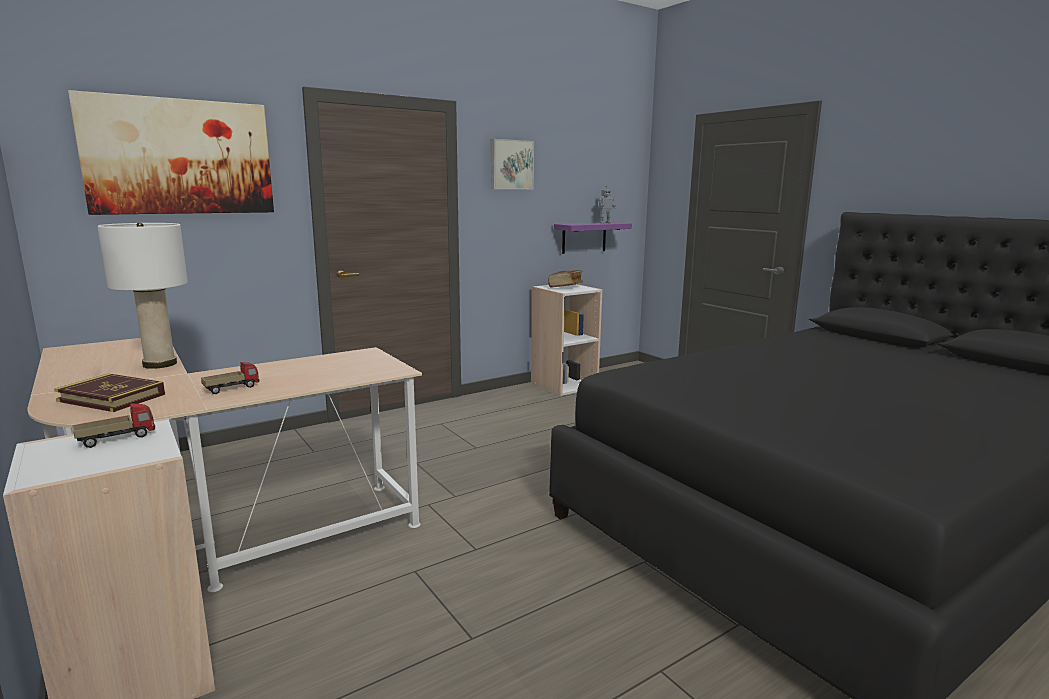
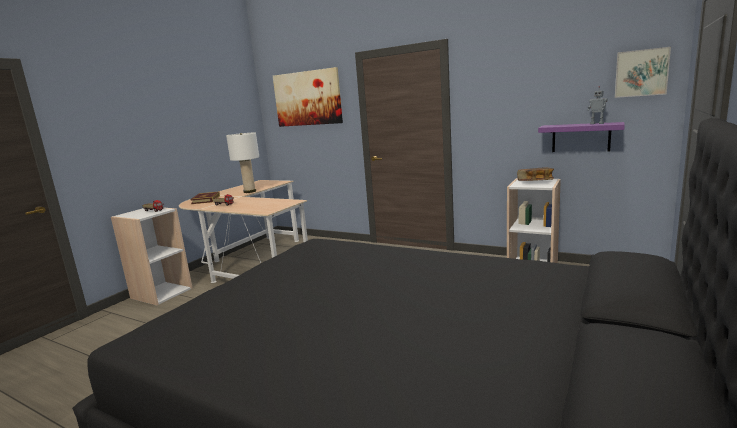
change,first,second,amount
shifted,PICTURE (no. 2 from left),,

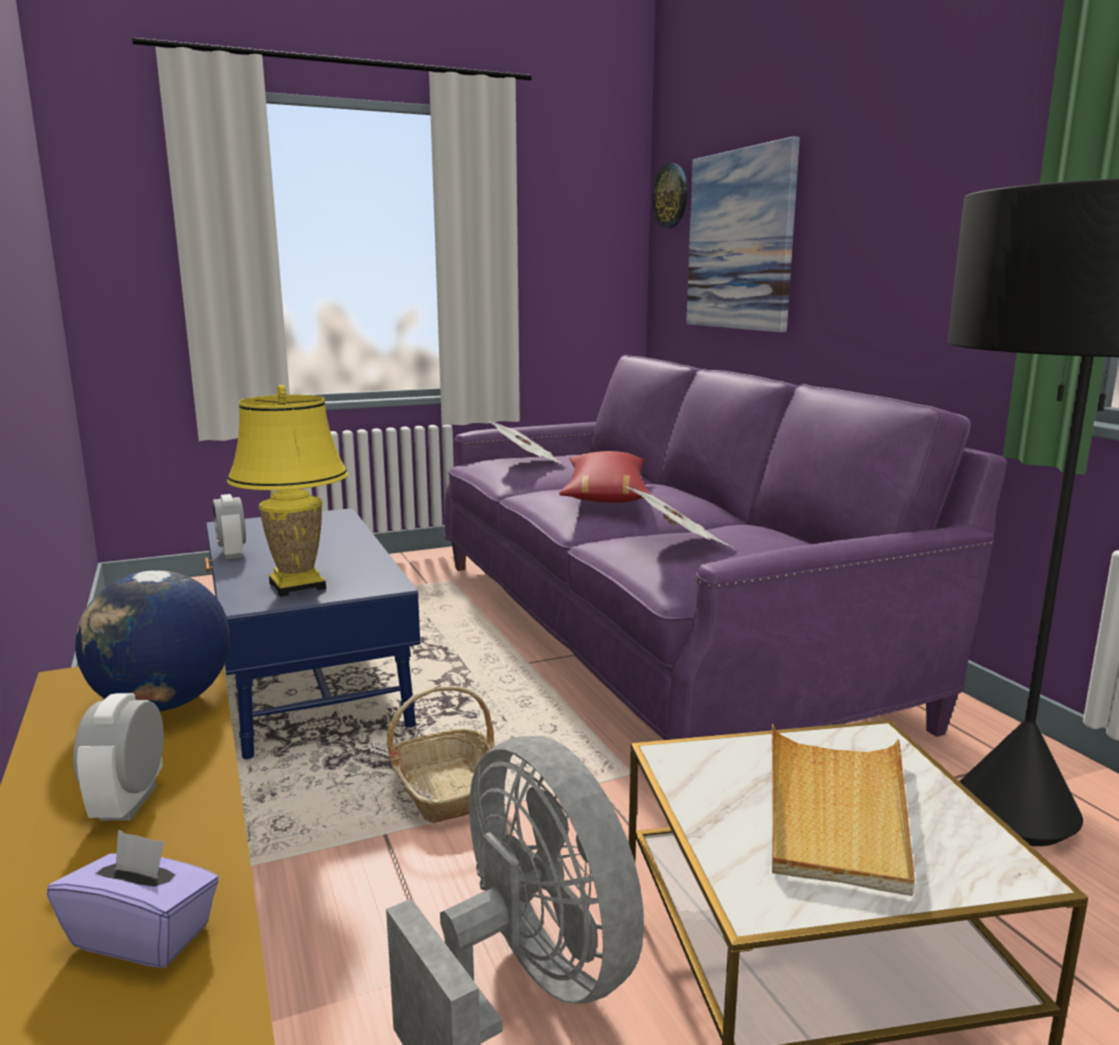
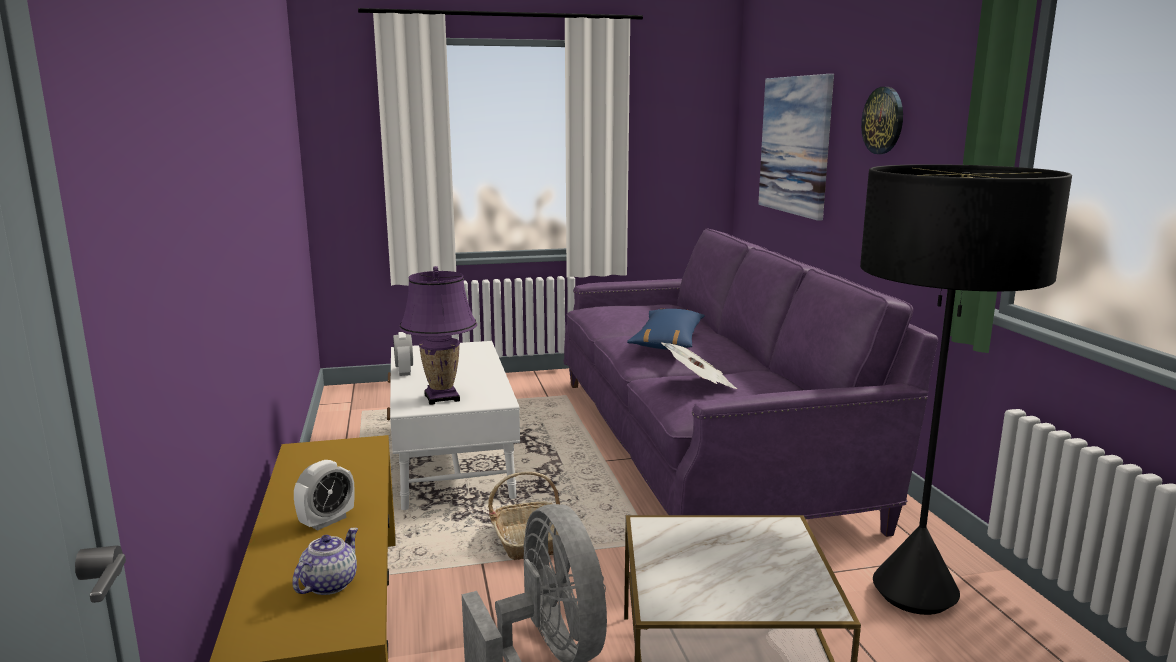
change,first,second,amount
swapped,PURPLE TISSUE BOX,TEAPOT,
rotated,ALARM CLOCK (no. 1 from left),,150 degrees counterclockwise
repainted,BLUE COFFEE TABLE,WHITE COFFEE TABLE,
repainted,YELLOW TABLE LAMP,PURPLE TABLE LAMP,
repainted,RED PILLOW,BLUE PILLOW,
shifted,WALL CLOCK,,
gone,GLOBE,,
gone,NEWSPAPER (no. 1 from left),,
gone,BEIGE TRAY,,

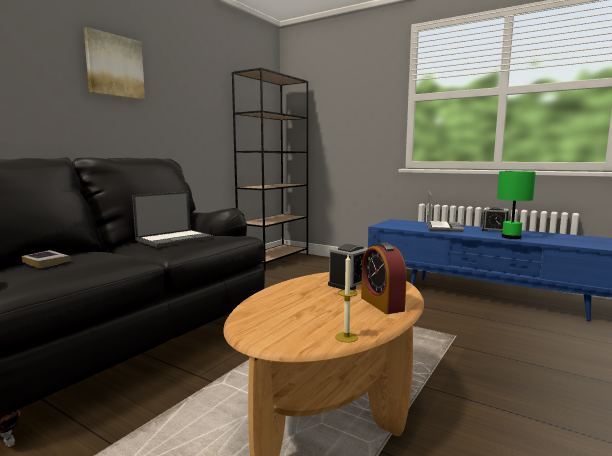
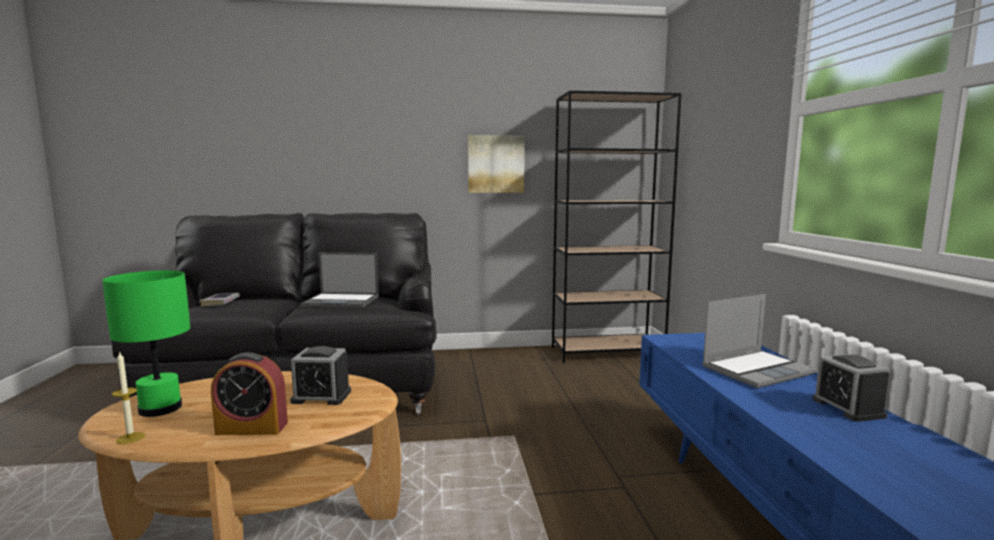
change,first,second,amount
shifted,GREEN TABLE LAMP,,
rotated,ALARM CLOCK (no. 2 from left in the first image),ALARM CLOCK (no. 1 from left),120 degrees counterclockwise
shifted,PICTURE,,

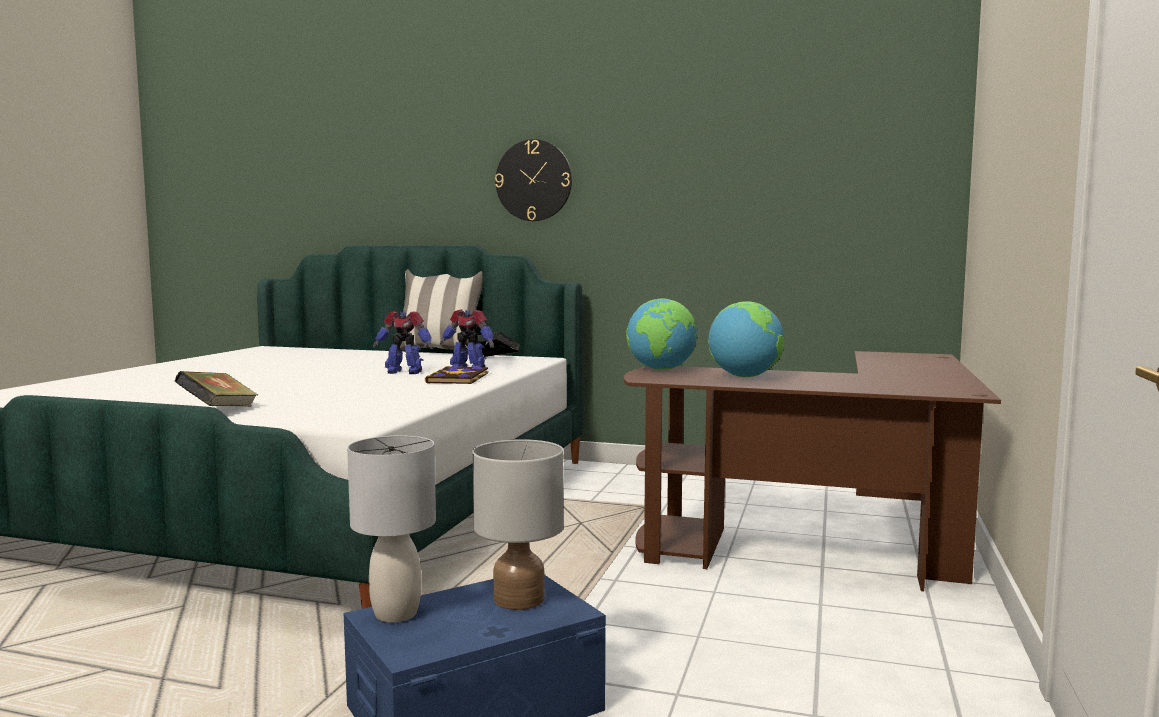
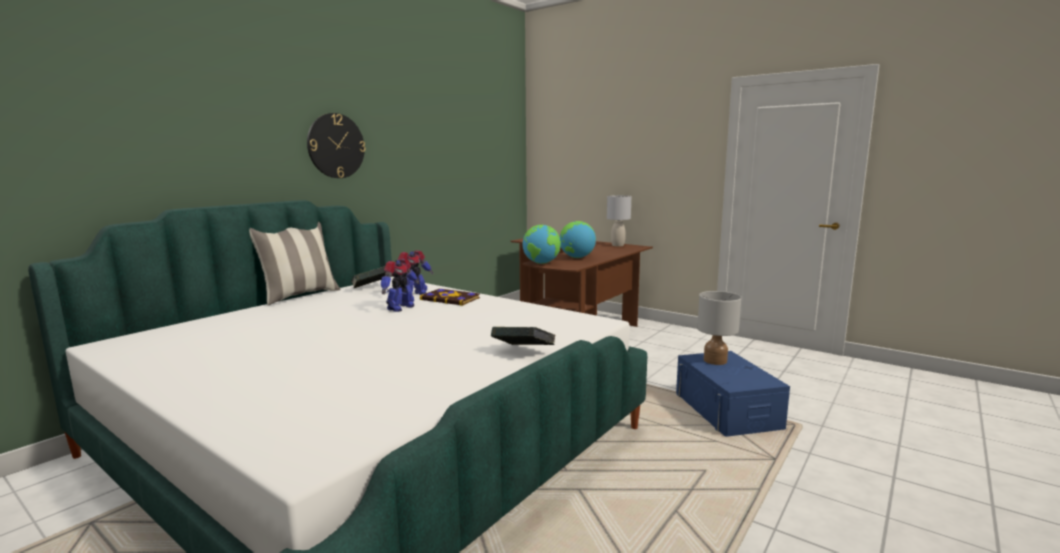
change,first,second,amount
shifted,GREY TABLE LAMP (no. 1 from left),,

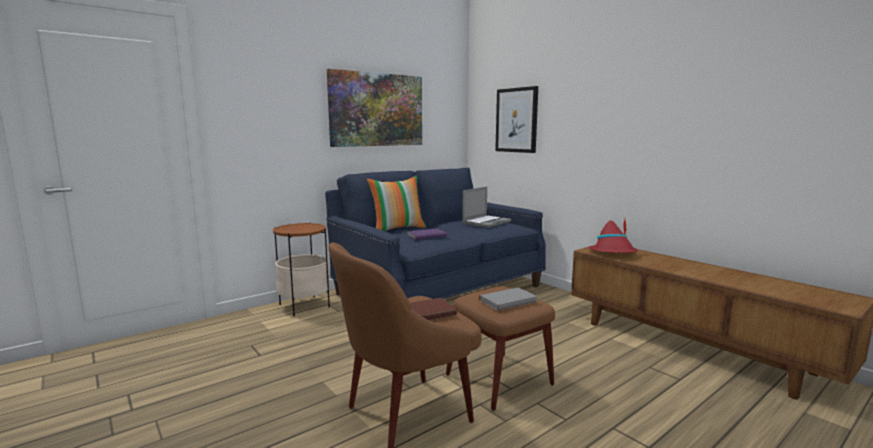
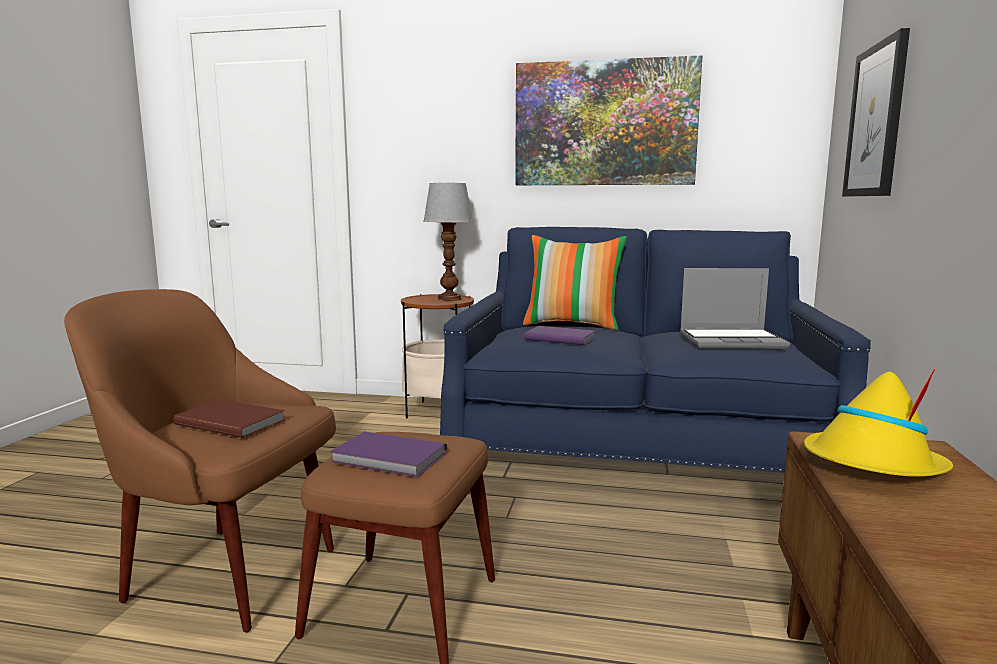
change,first,second,amount
repainted,GREY BOOK,PURPLE BOOK (no. 1 from left),
new,,TABLE LAMP,
repainted,RED HAT,YELLOW HAT,

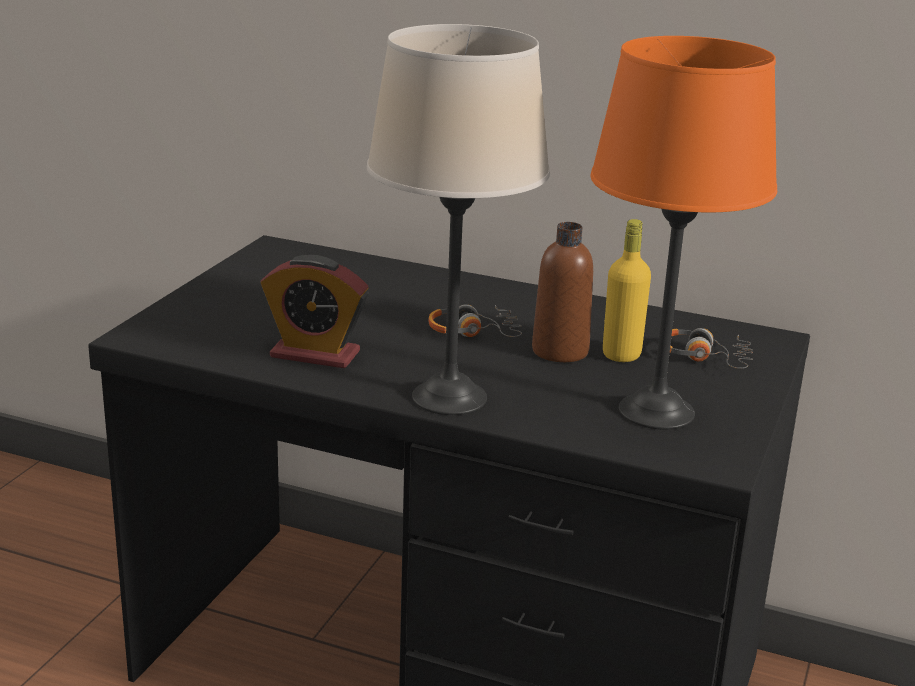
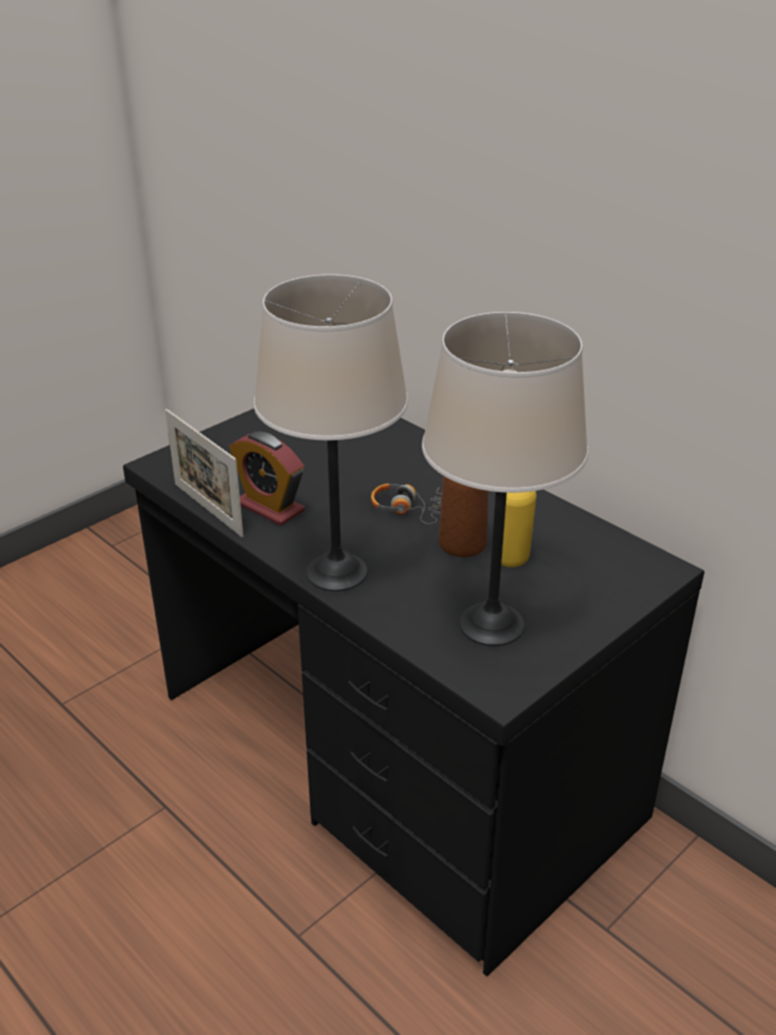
change,first,second,amount
new,,PICTURE FRAME,
repainted,ORANGE TABLE LAMP,BEIGE TABLE LAMP (no. 2 from left),
gone,HEADPHONES (no. 2 from left),,

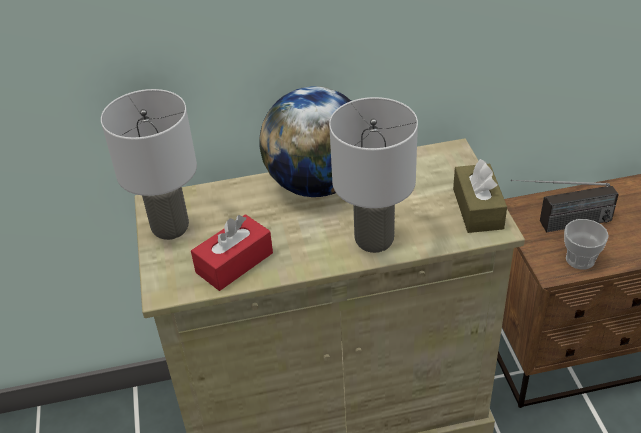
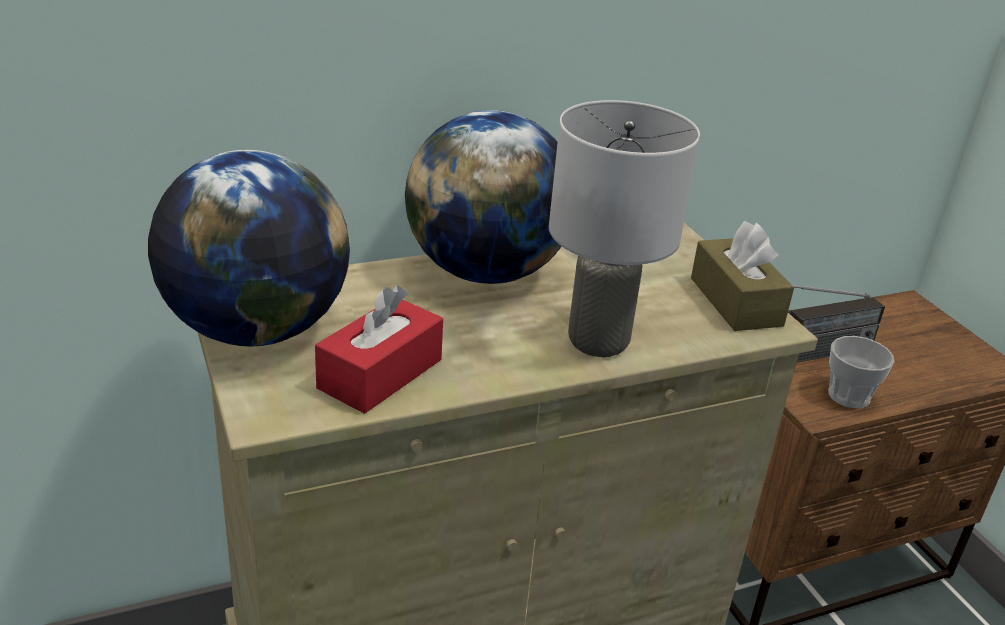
change,first,second,amount
swapped,WHITE TABLE LAMP (no. 1 from left),GLOBE (no. 1 from left),

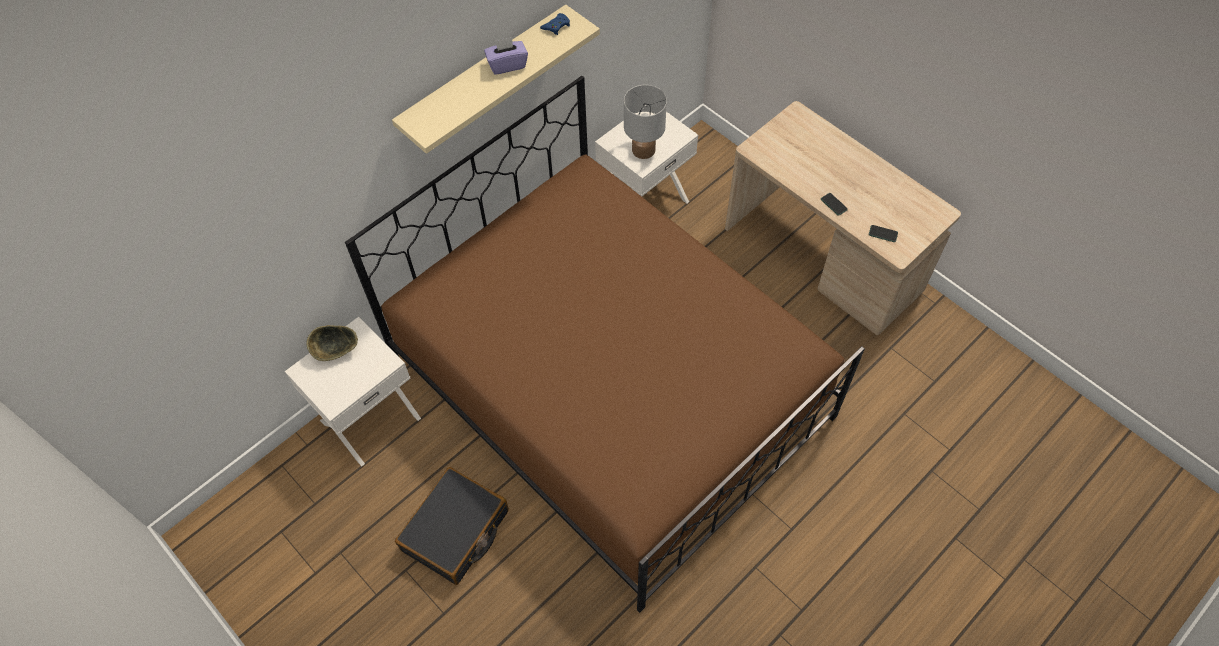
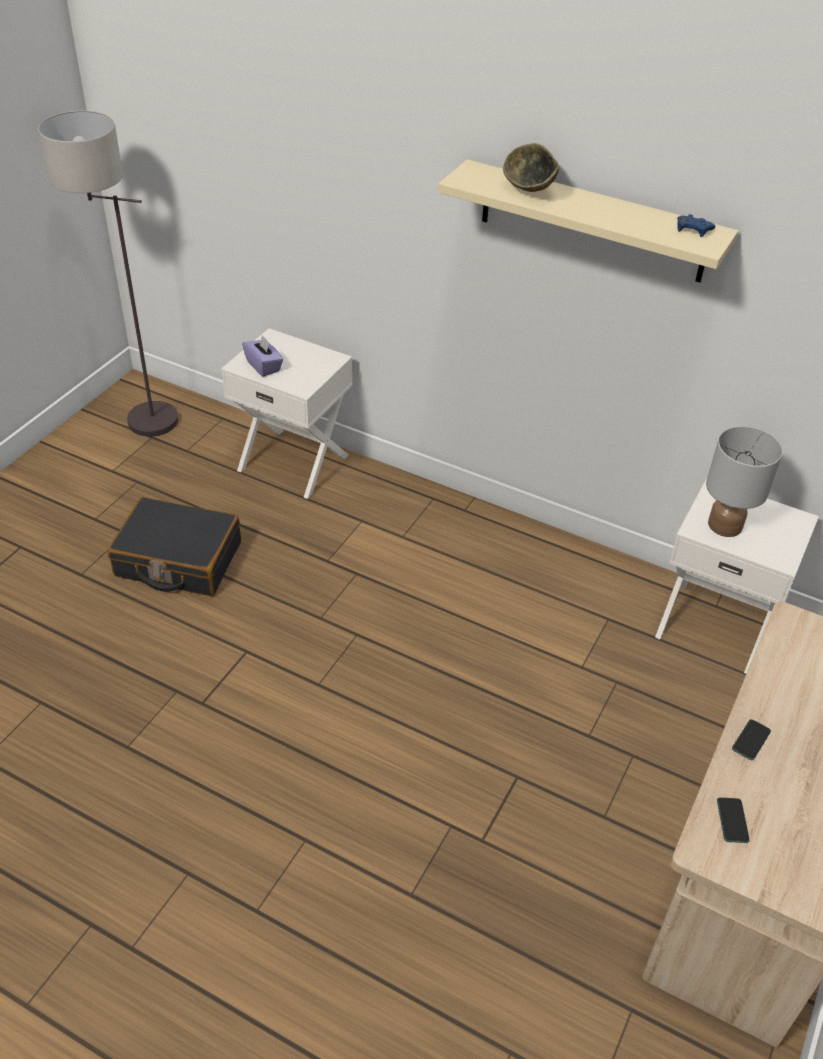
change,first,second,amount
new,,GREY FLOOR LAMP,
shifted,PURPLE TISSUE BOX,,
shifted,BOWL,,
gone,BROWN BED,,

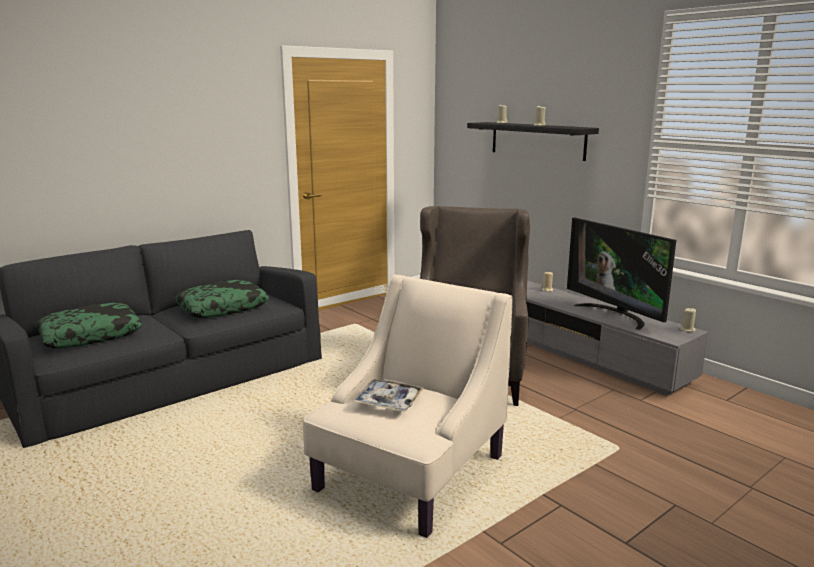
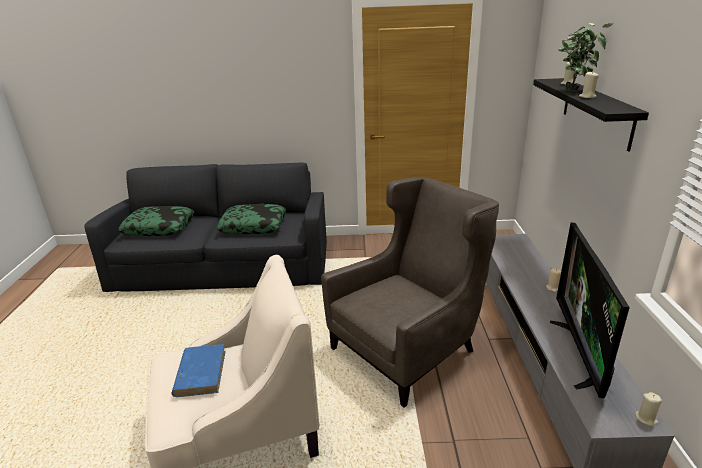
change,first,second,amount
swapped,TRAY,BLUE BOOK,
new,,POTTED PLANT,

